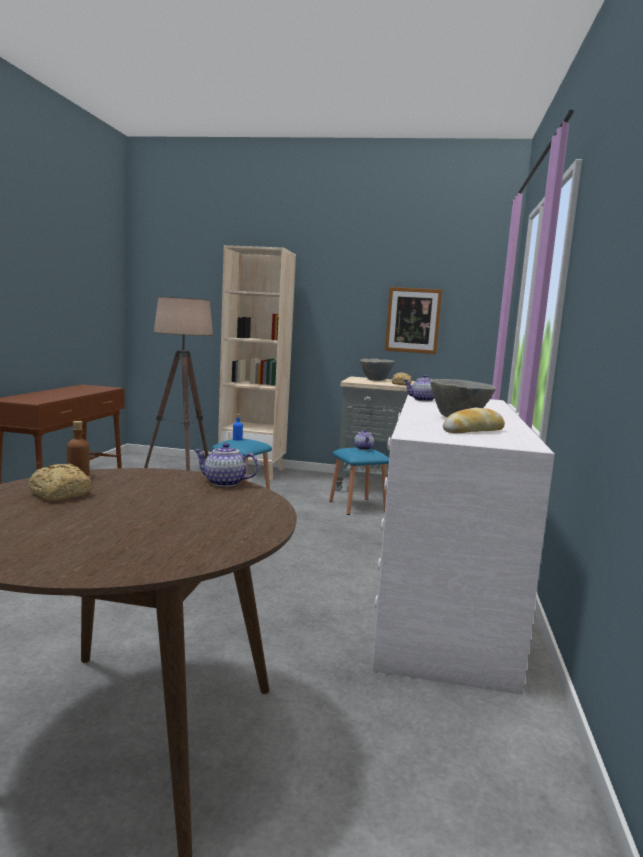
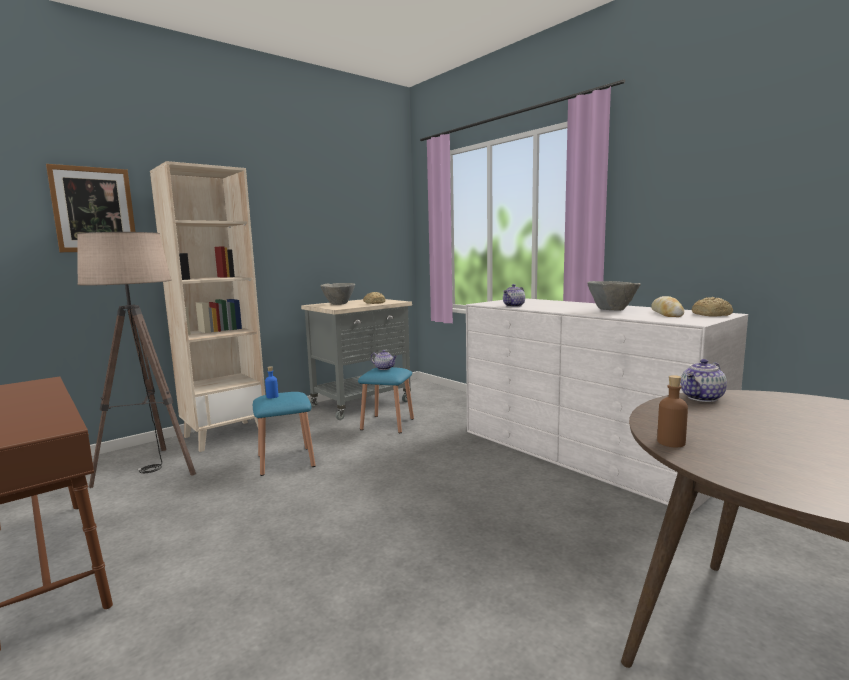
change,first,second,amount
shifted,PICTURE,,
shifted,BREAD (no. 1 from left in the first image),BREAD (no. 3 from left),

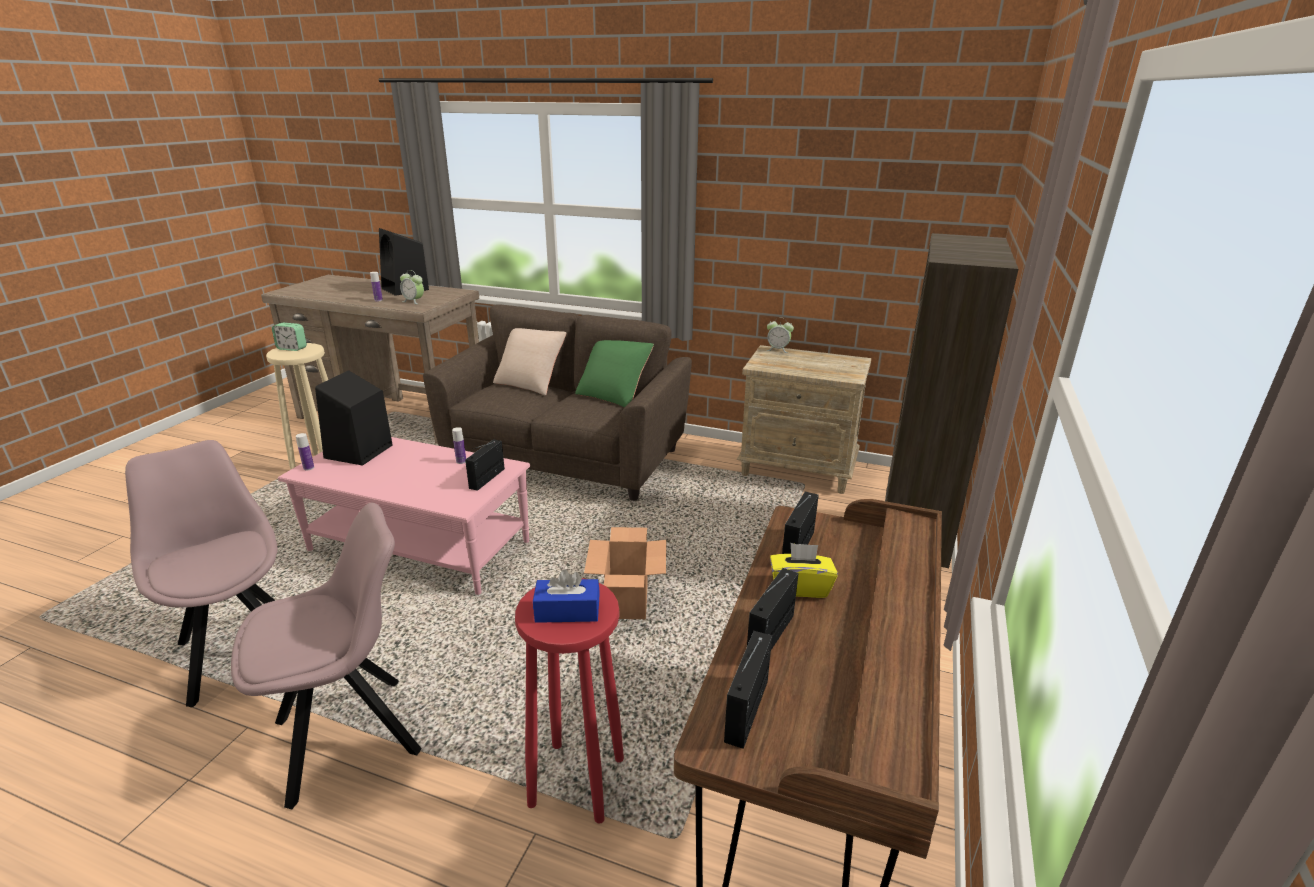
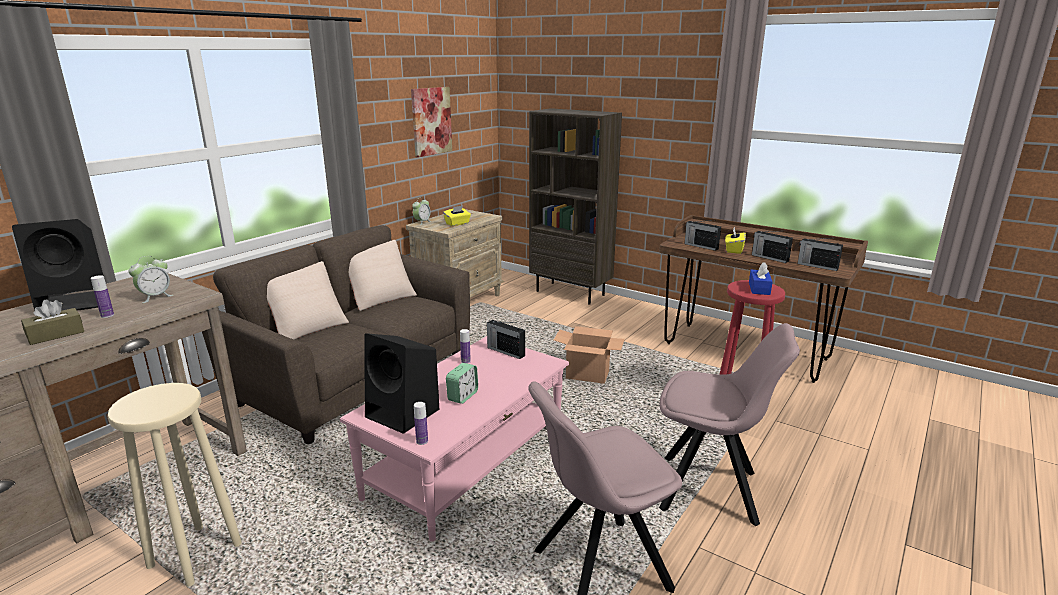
change,first,second,amount
new,,BROWN TISSUE BOX,
repainted,GREEN PILLOW,BEIGE PILLOW (no. 2 from left),
new,,PICTURE,
new,,YELLOW TISSUE BOX (no. 1 from left),
shifted,ALARM CLOCK (no. 1 from left in the first image),ALARM CLOCK (no. 3 from left),
rotated,PINK CHAIR (no. 2 from left),,120 degrees clockwise

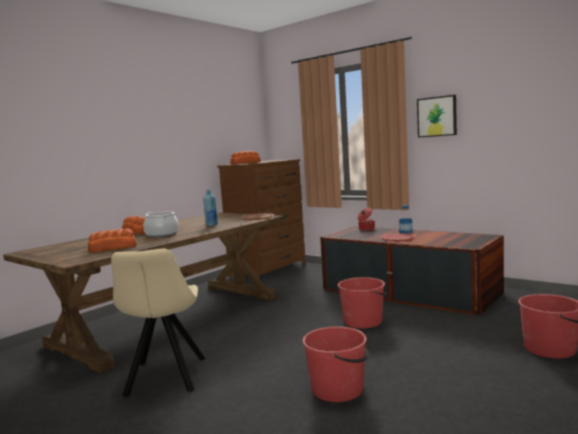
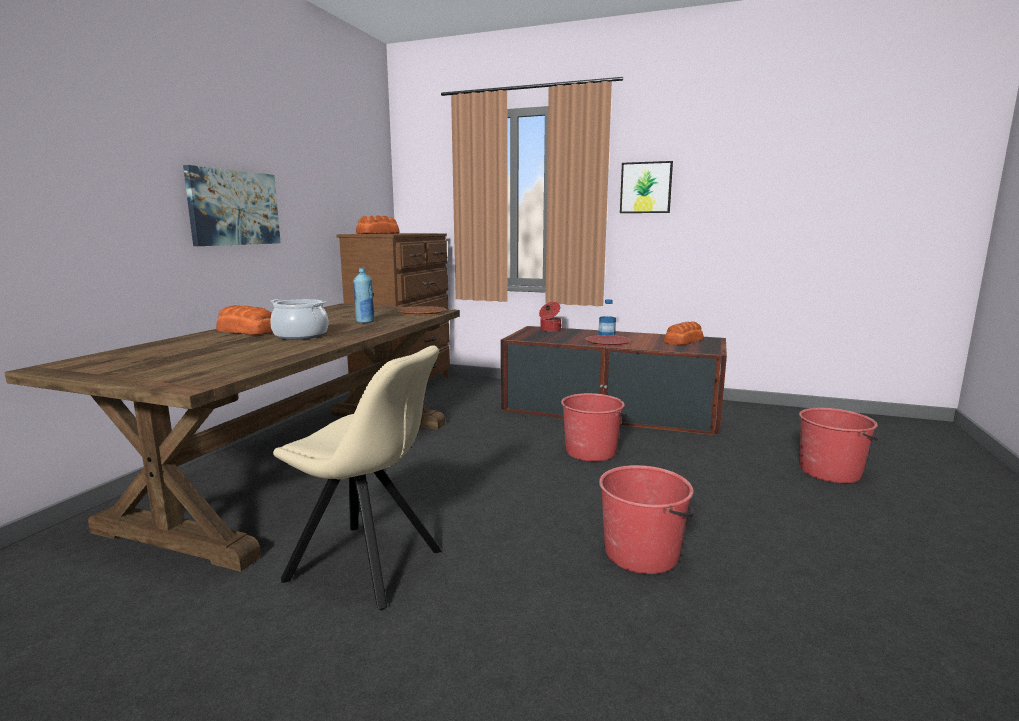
change,first,second,amount
new,,PICTURE (no. 1 from left),
rotated,BEIGE CHAIR,,45 degrees counterclockwise
shifted,BREAD (no. 1 from left in the first image),BREAD (no. 3 from left),

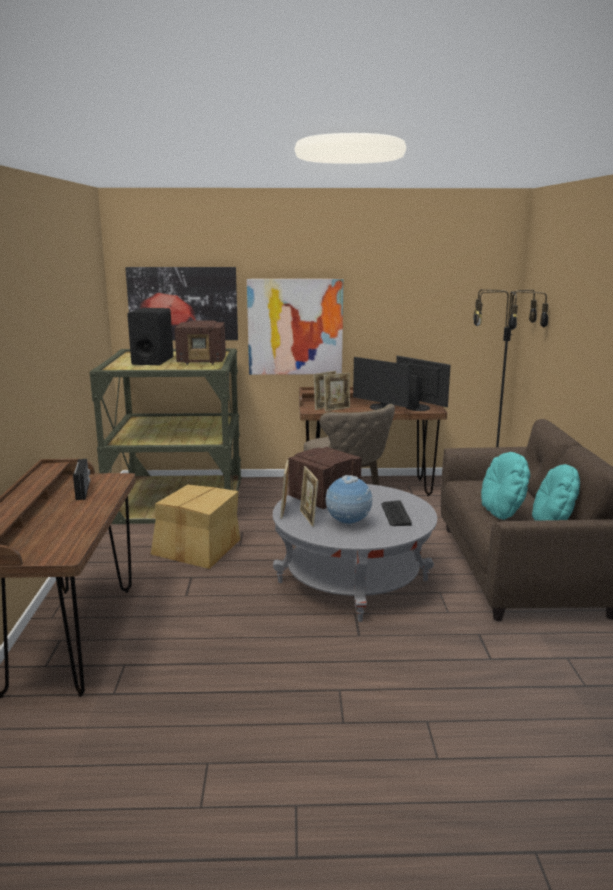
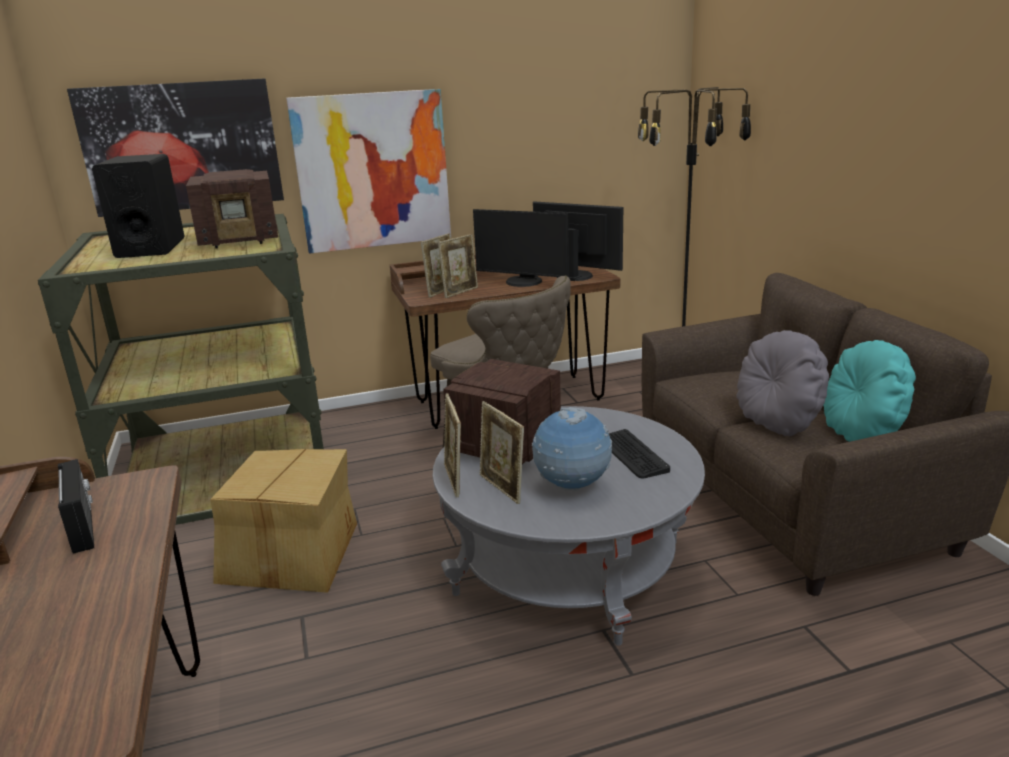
change,first,second,amount
repainted,TURQUOISE PILLOW (no. 1 from left),GREY PILLOW,

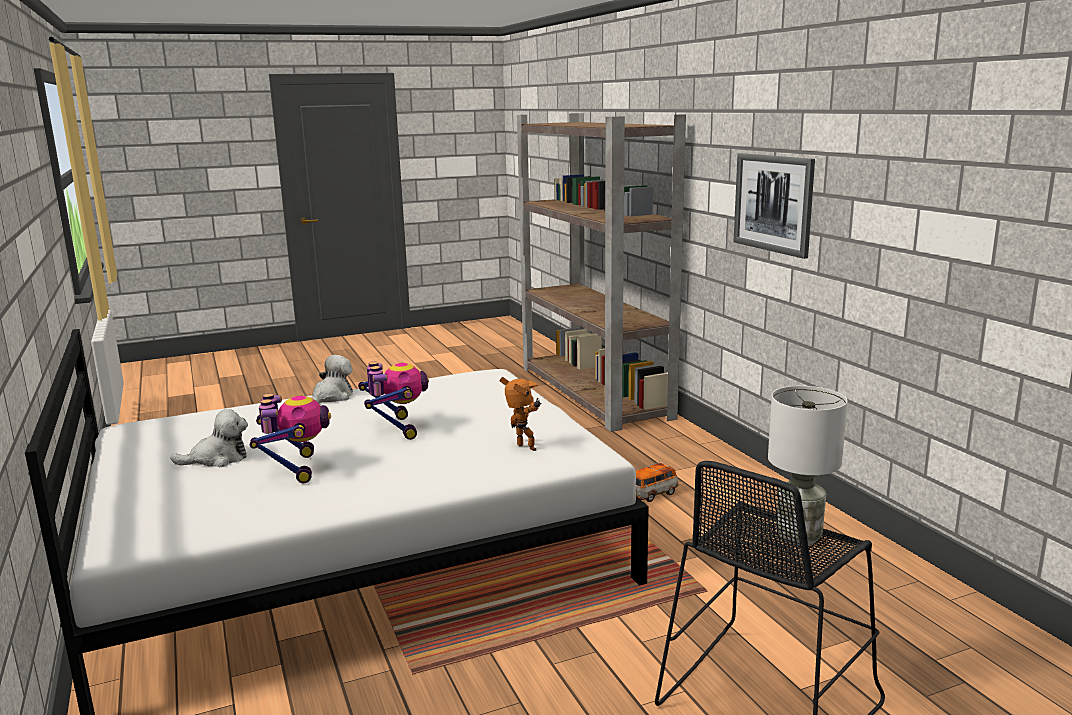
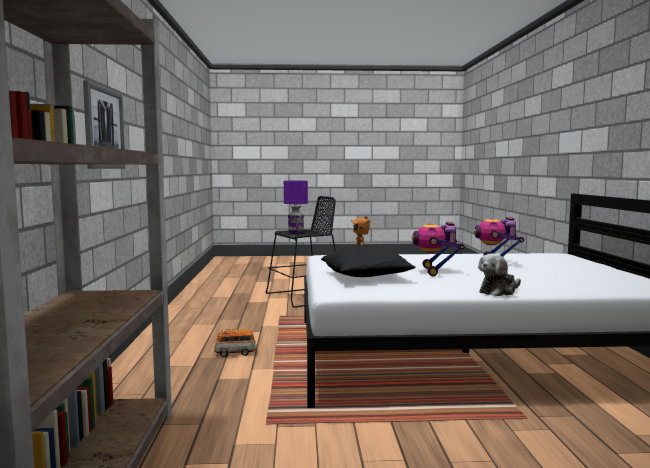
change,first,second,amount
repainted,WHITE TABLE LAMP,PURPLE TABLE LAMP,
new,,BLACK PILLOW,
gone,PLUSH TOY (no. 1 from left),,

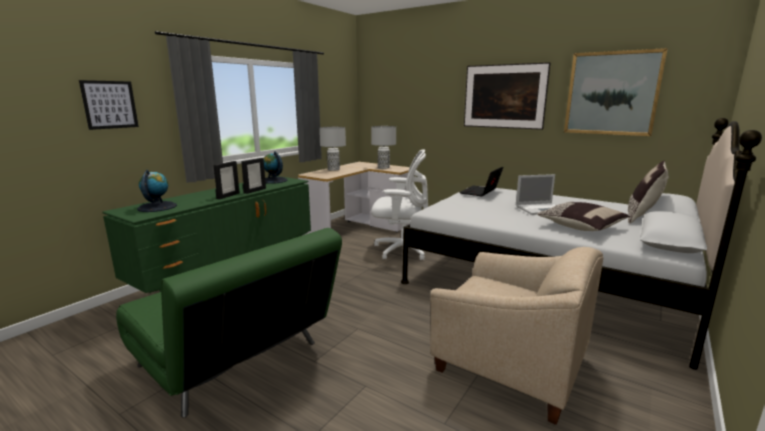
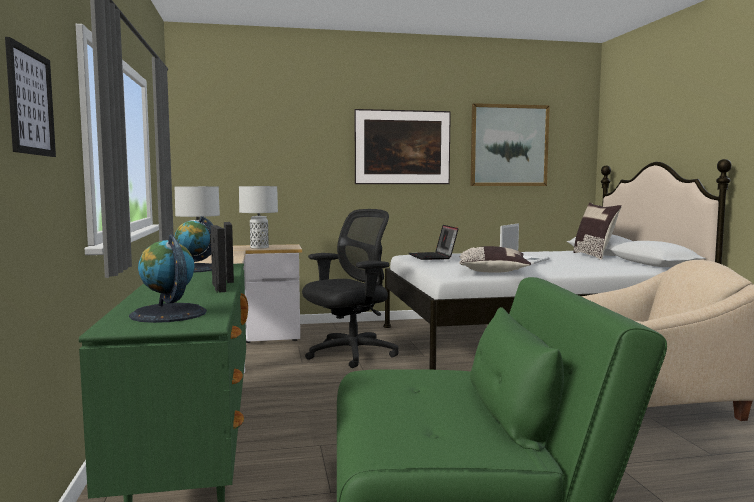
change,first,second,amount
repainted,WHITE OFFICE CHAIR,BLACK OFFICE CHAIR,
shifted,PILLOW (no. 1 from left),,

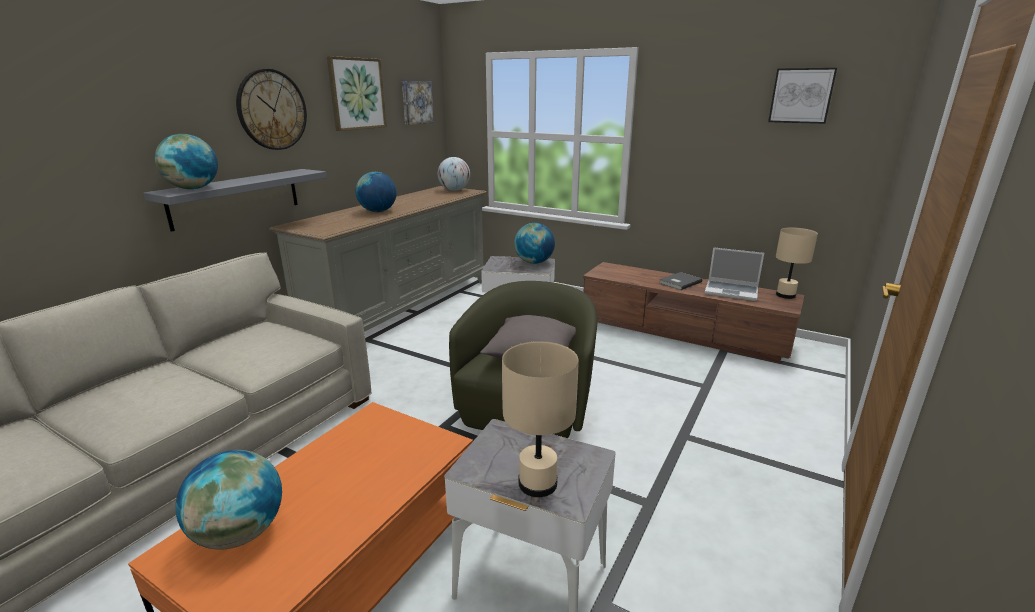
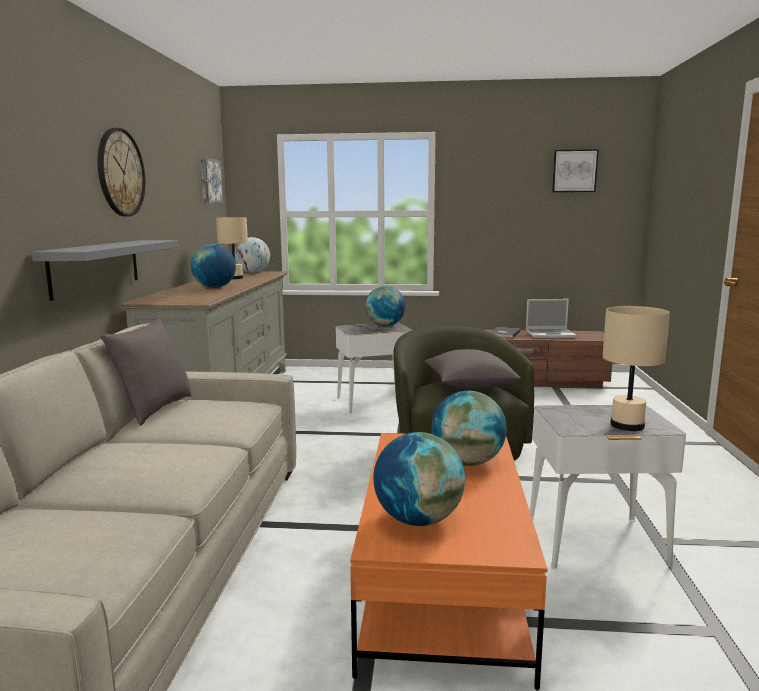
change,first,second,amount
new,,GREY PILLOW (no. 1 from left),
shifted,BEIGE TABLE LAMP (no. 2 from left in the first image),BEIGE TABLE LAMP (no. 1 from left),
shifted,GLOBE (no. 1 from left in the first image),GLOBE (no. 5 from left),
gone,PICTURE (no. 1 from left),,

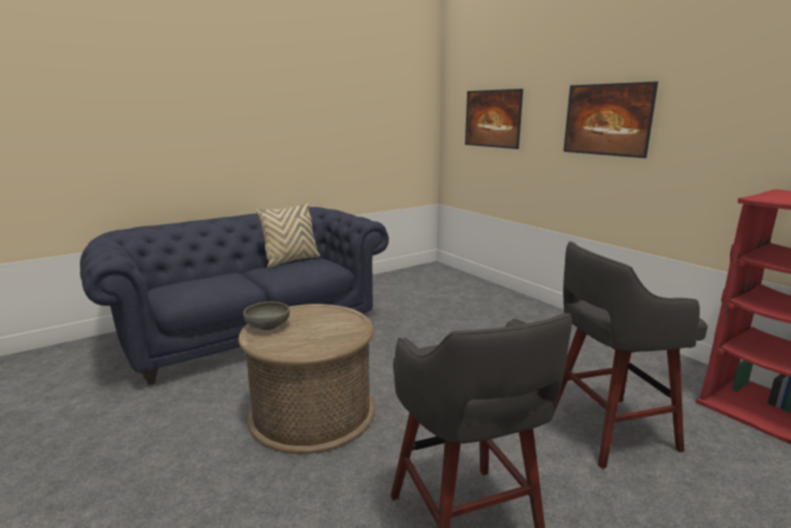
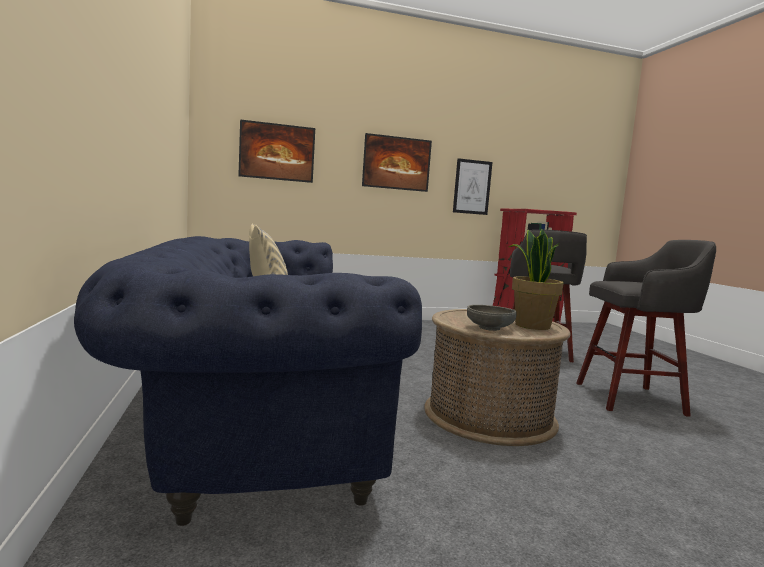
change,first,second,amount
new,,PICTURE (no. 3 from left),
new,,POTTED PLANT,

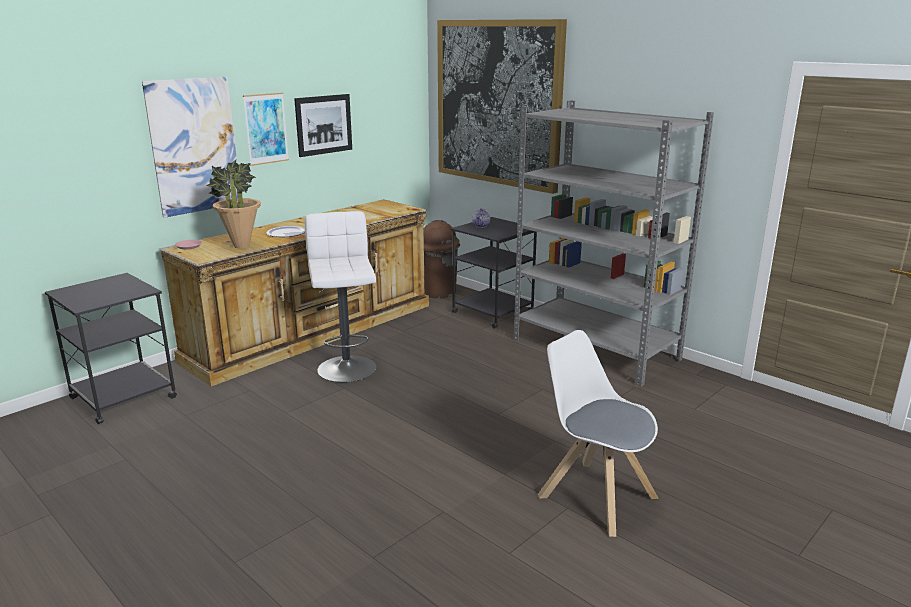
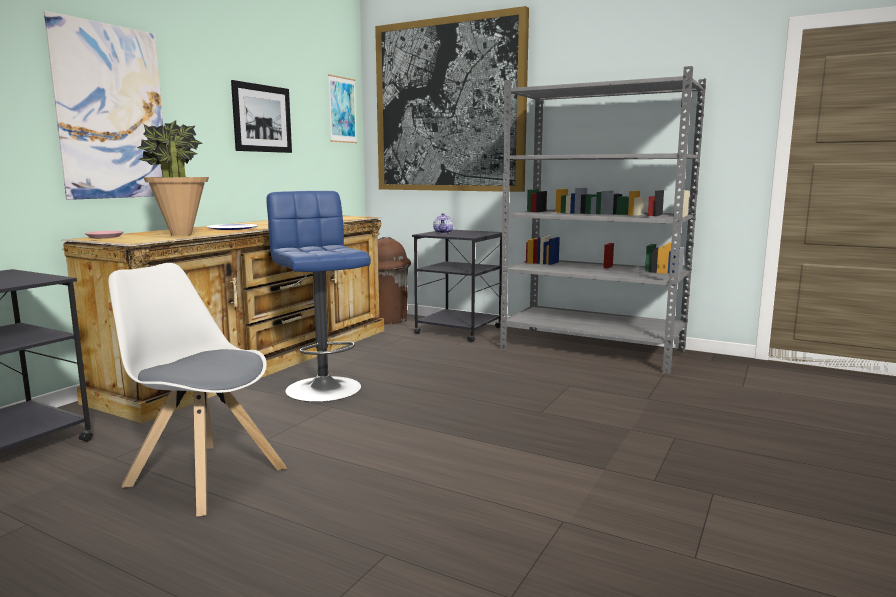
change,first,second,amount
shifted,CHAIR,,
repainted,WHITE STOOL,BLUE STOOL,
shifted,PICTURE (no. 2 from left in the first image),PICTURE (no. 3 from left),

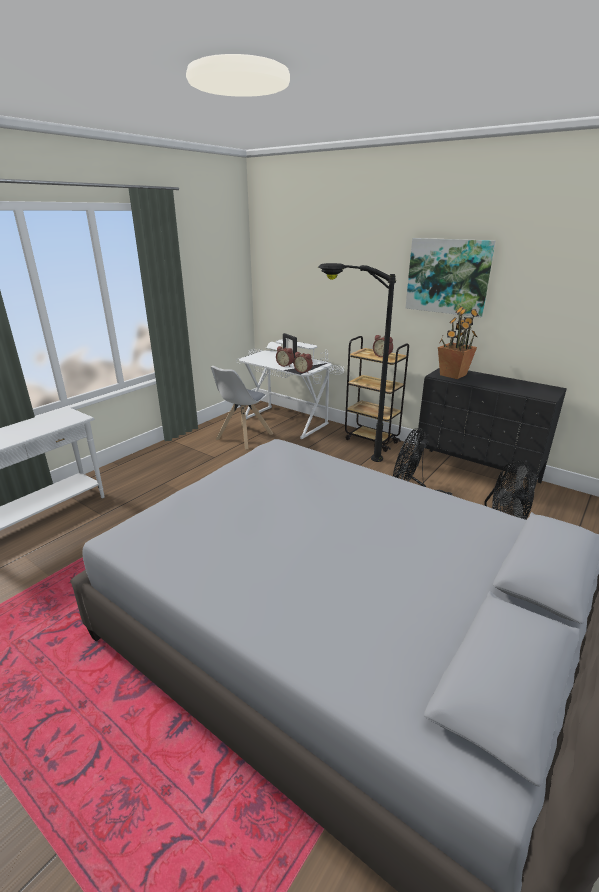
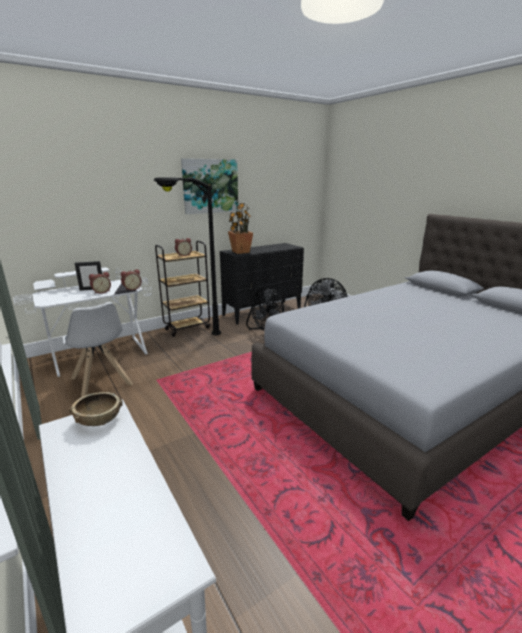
change,first,second,amount
new,,BROWN BOWL,

